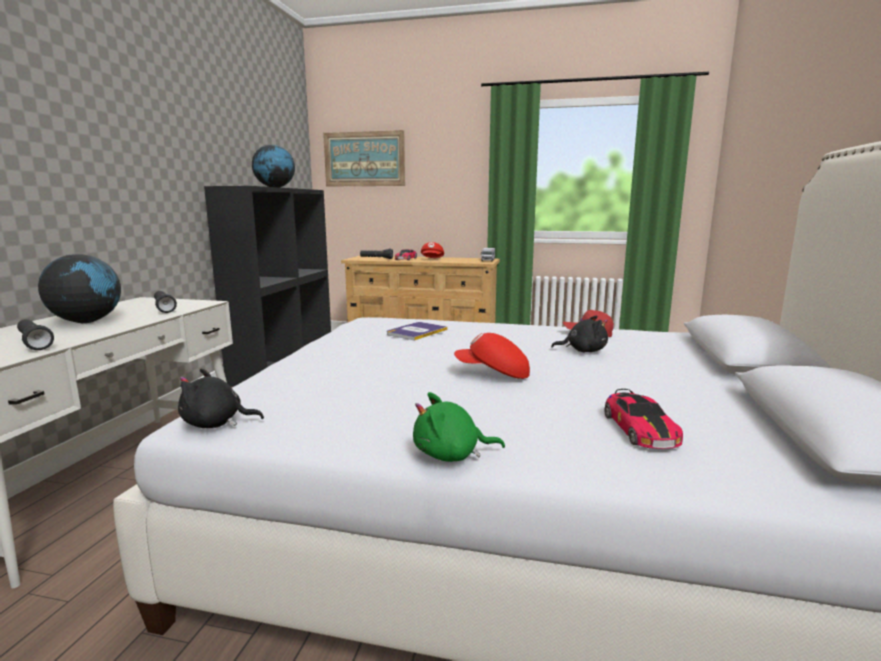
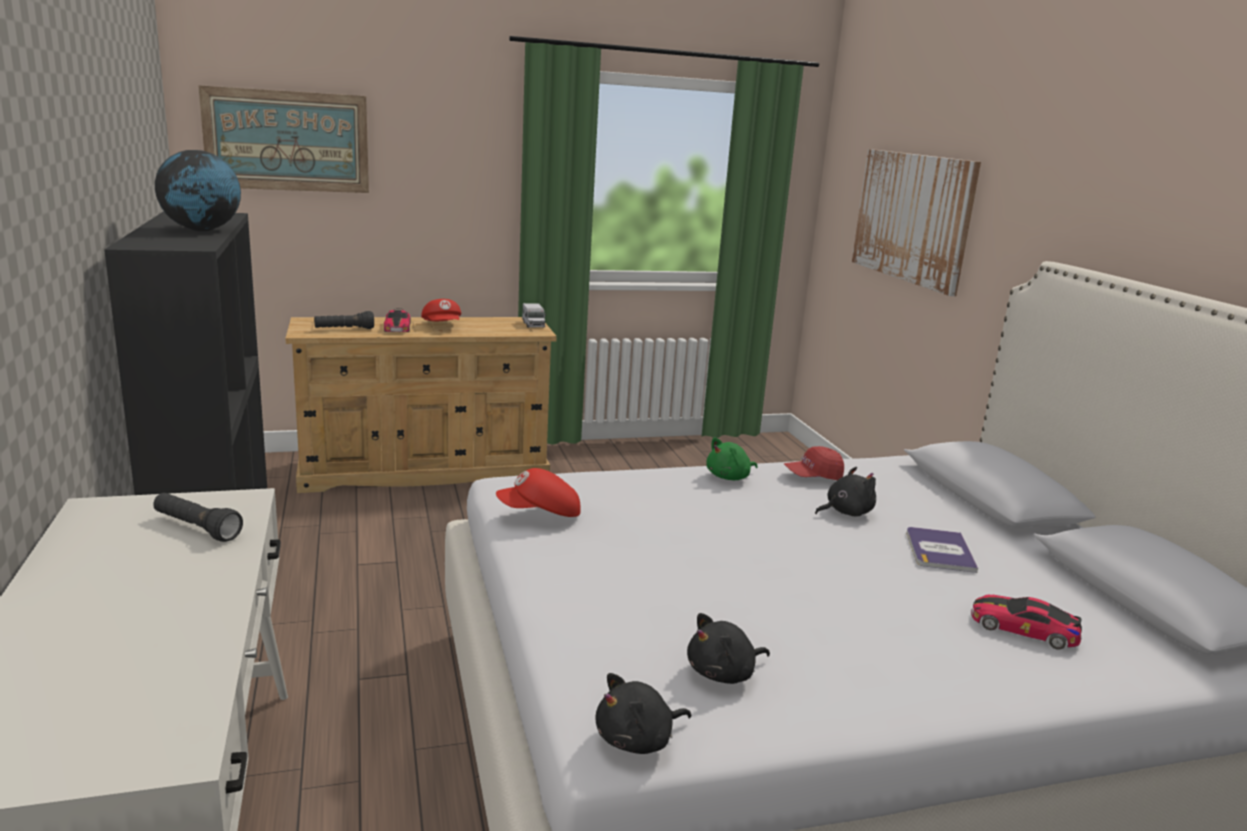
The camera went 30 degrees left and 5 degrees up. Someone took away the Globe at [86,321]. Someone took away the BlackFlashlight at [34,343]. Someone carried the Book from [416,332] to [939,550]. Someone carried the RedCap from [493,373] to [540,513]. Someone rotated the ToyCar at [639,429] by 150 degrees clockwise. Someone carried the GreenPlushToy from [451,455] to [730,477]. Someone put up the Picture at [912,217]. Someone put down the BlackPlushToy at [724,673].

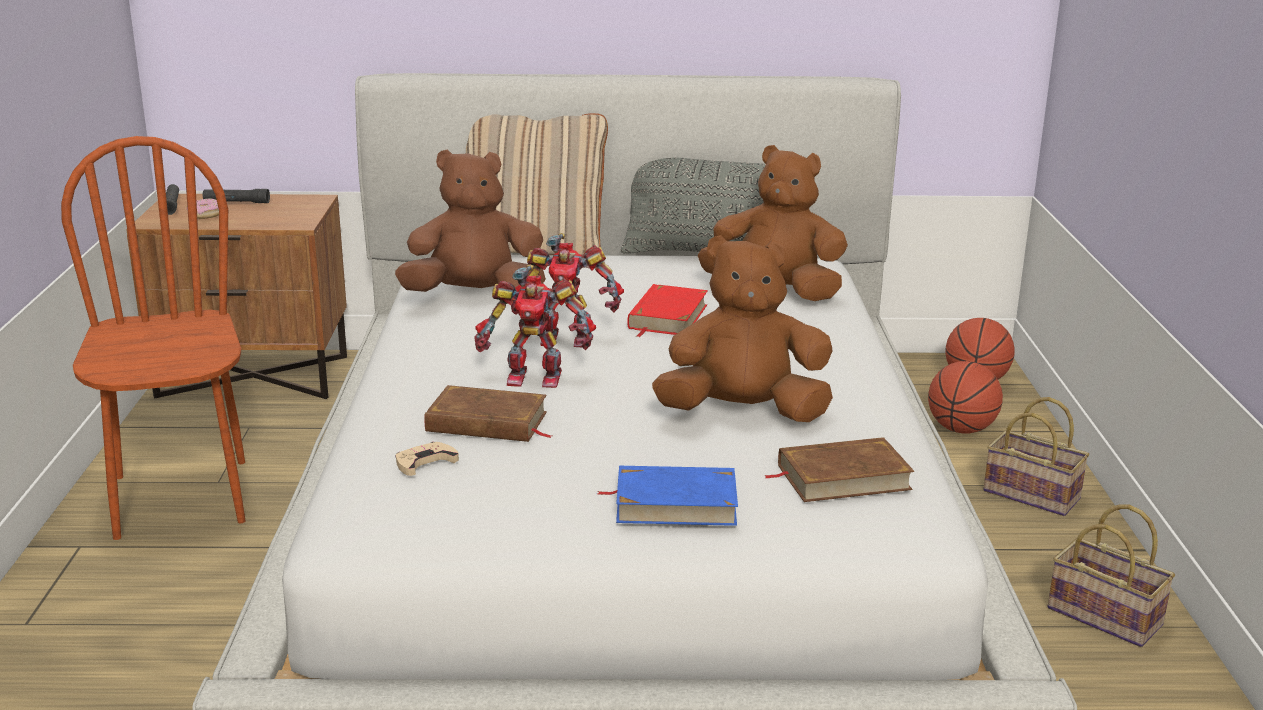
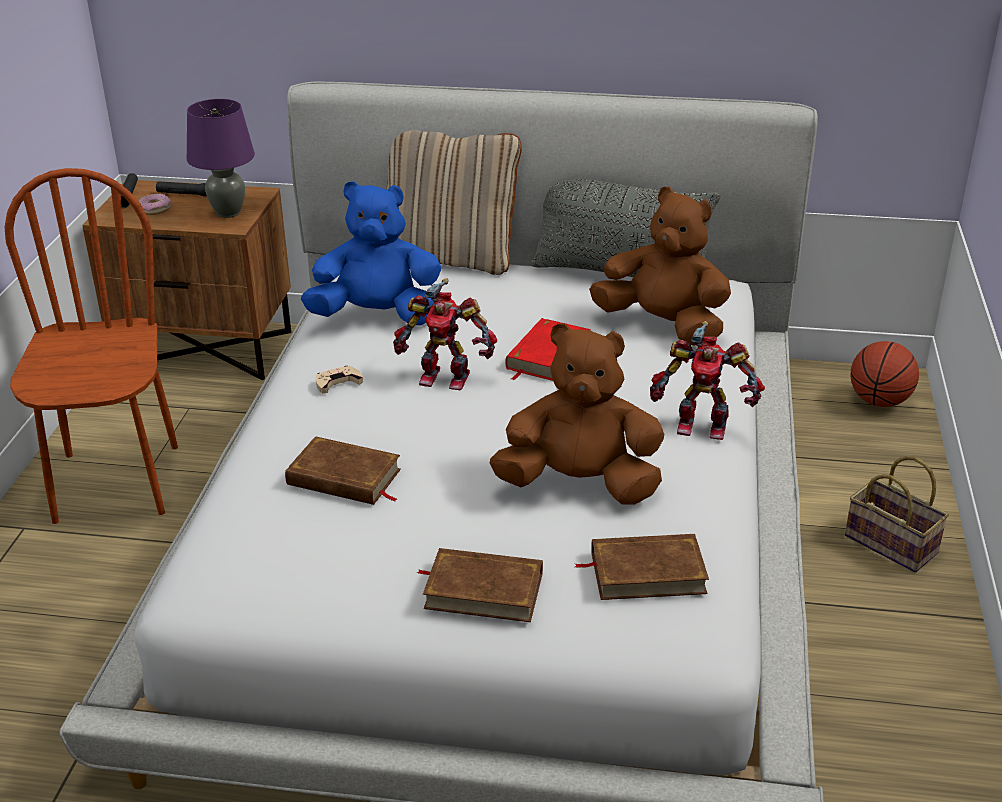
The camera went 10 degrees right and 10 degrees up. Someone repainted the BrownPlushToy at [474,296], which became the BluePlushToy at [378,316]. Someone carried the ToyRobot from [534,377] to [702,424]. Someone took away the Basketball at [961,429]. Someone carried the BeigeGameController from [425,463] to [338,382]. Someone repainted the BlueBook at [675,503], which became the BrownBook at [483,590]. Someone took away the Basket at [1108,617]. Someone put down the PurpleTableLamp at [228,212].

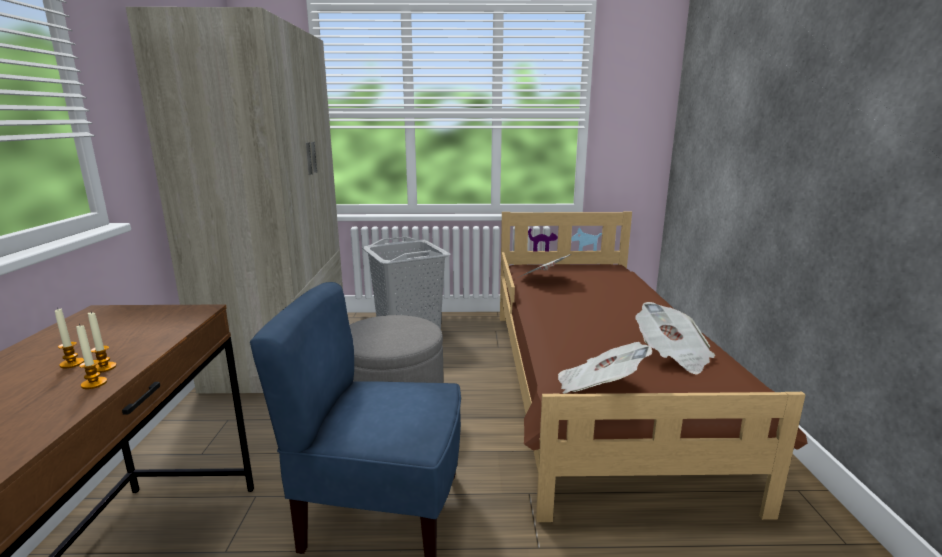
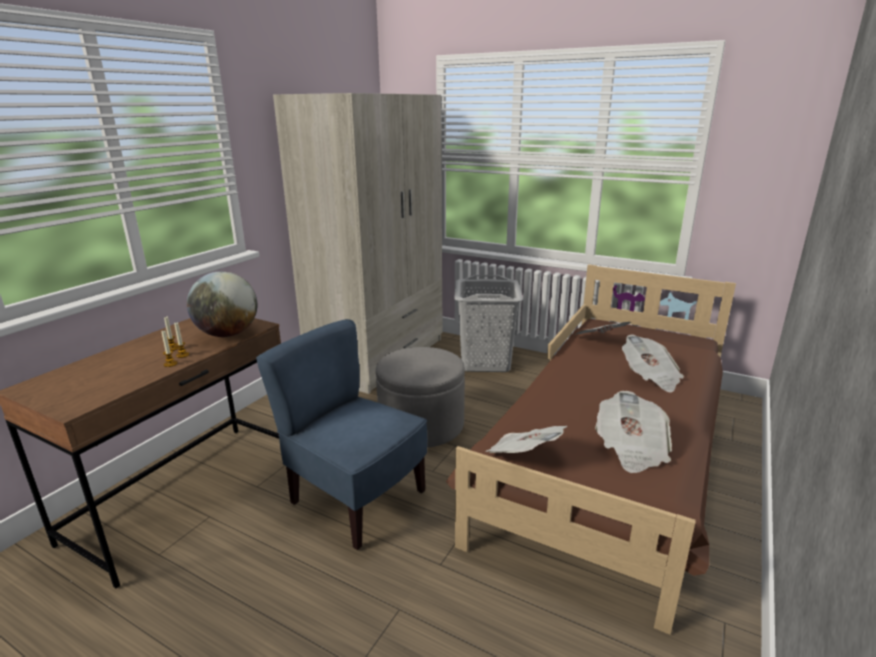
The camera went 30 degrees right and 5 degrees up. Someone put down the Globe at [228,334]. Someone put down the Newspaper at [650,378].

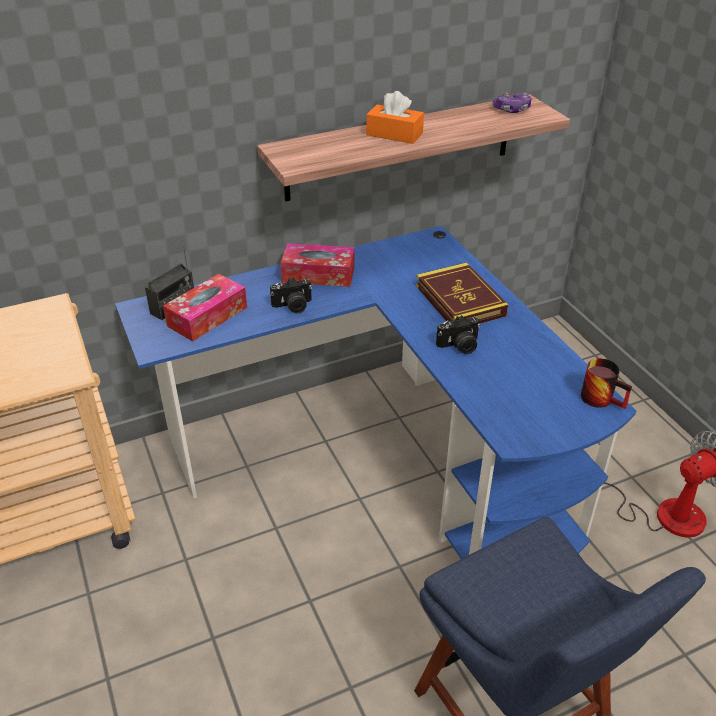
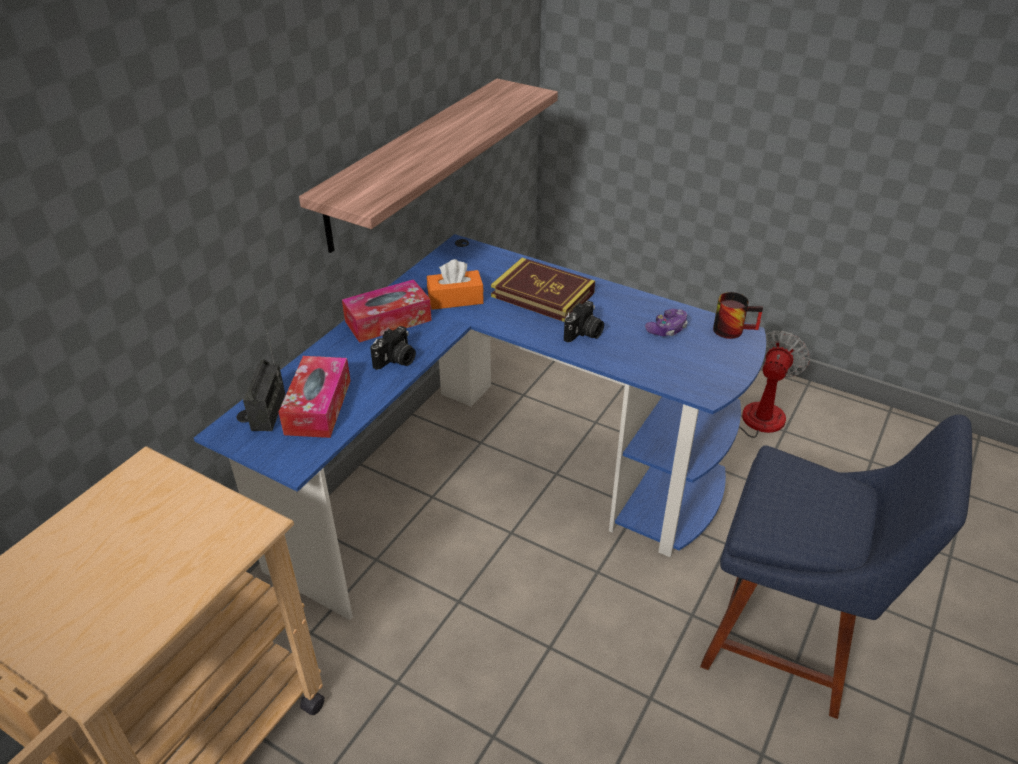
The camera went 35 degrees left and 0 degrees up. Someone carried the OrangeTissueBox from [394,134] to [455,299]. Someone carried the GameController from [511,109] to [667,329].

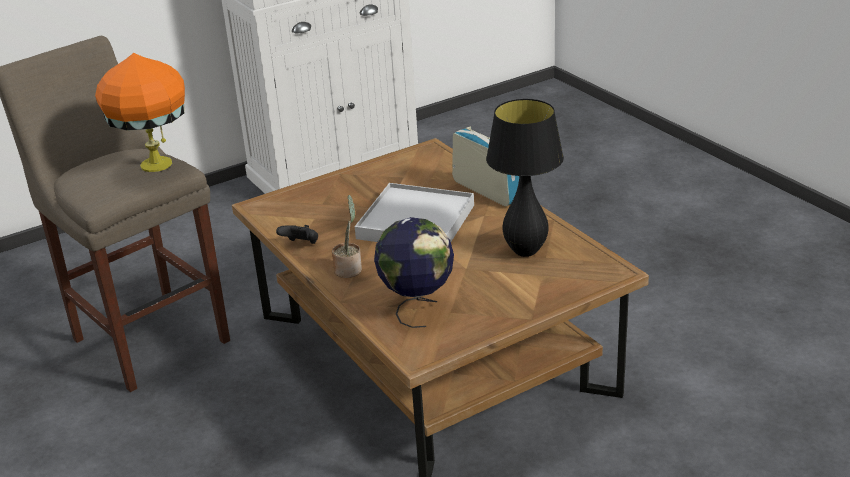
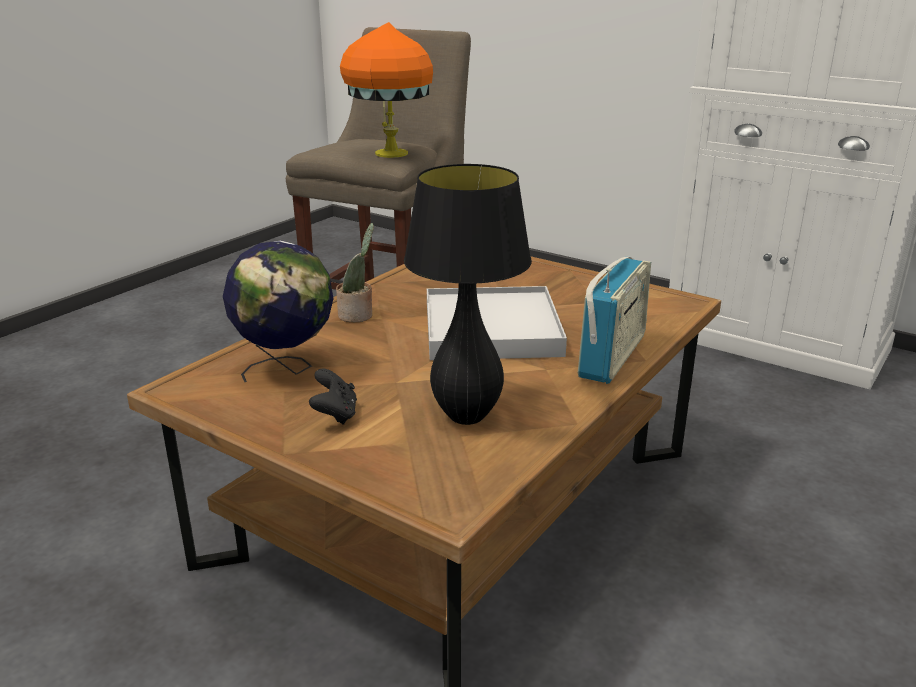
The camera went 65 degrees right and 5 degrees down. Someone carried the BlackGameController from [301,245] to [335,414].

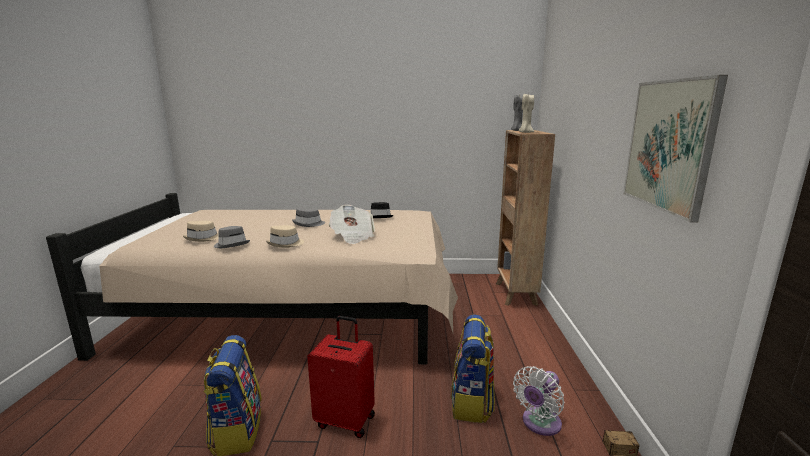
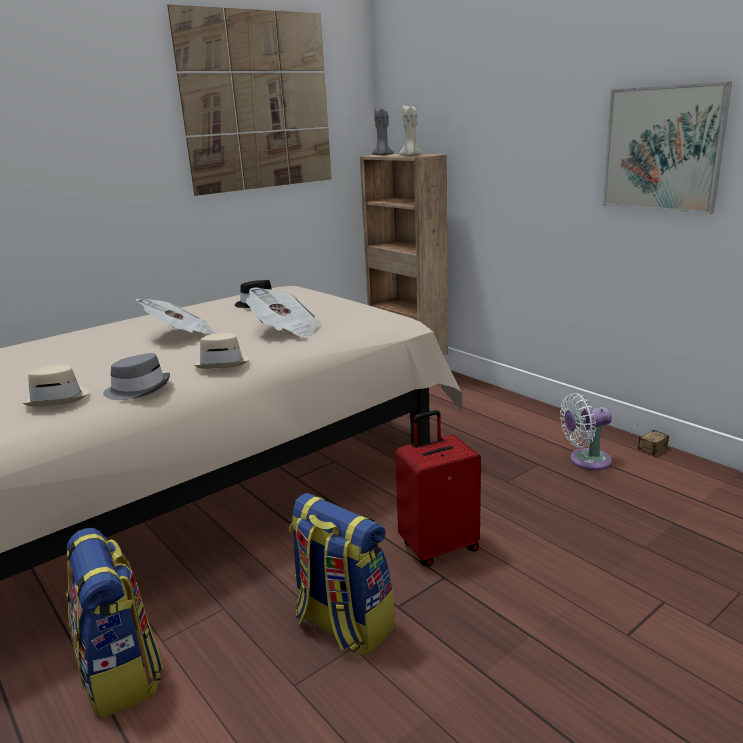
The camera went 40 degrees left and 5 degrees up. Someone swapped the GreyHat at [309,224] for the Newspaper at [181,336]. Someone carried the Backpack from [472,402] to [122,673]. Someone rotated the WhiteFan at [539,424] by 75 degrees clockwise. Someone put up the Picture at [257,102].

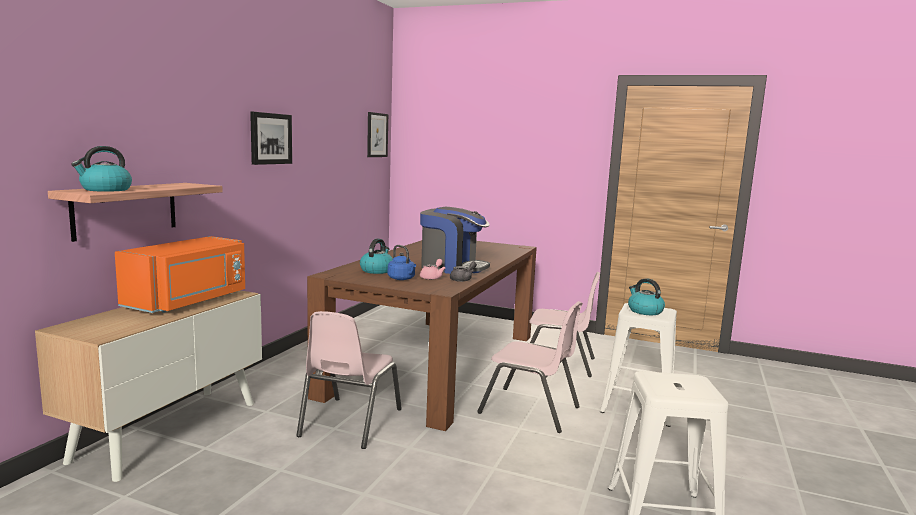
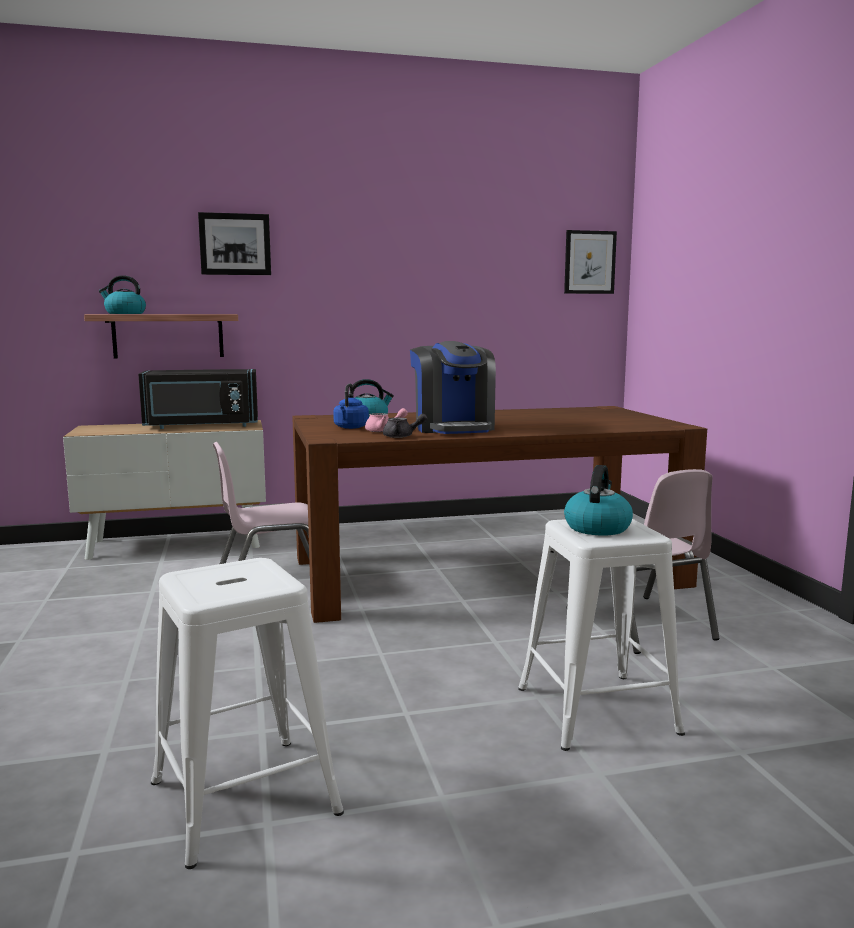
The camera went 55 degrees right and 0 degrees up. Someone carried the Picture from [270,138] to [235,244]. Someone repainted the OrangeMicrowave at [189,301], which became the BlackMicrowave at [202,426]. Someone took away the PinkChair at [530,410].

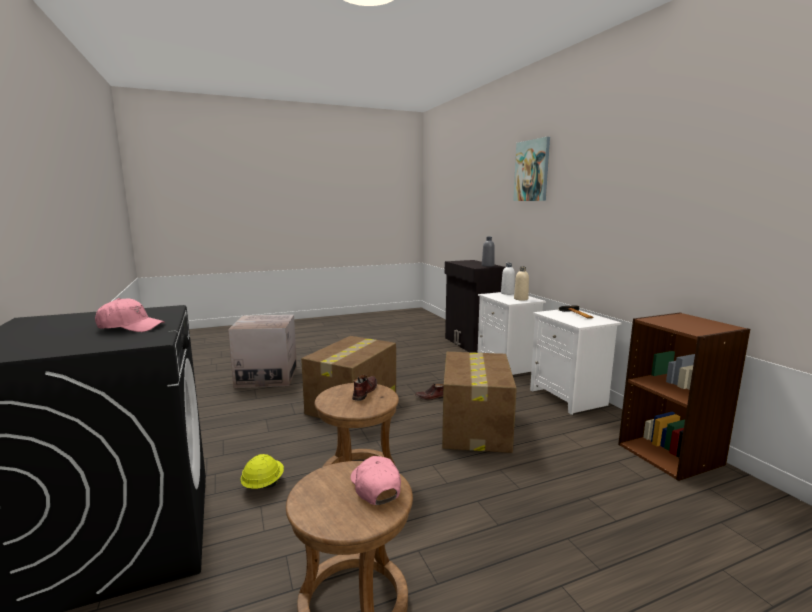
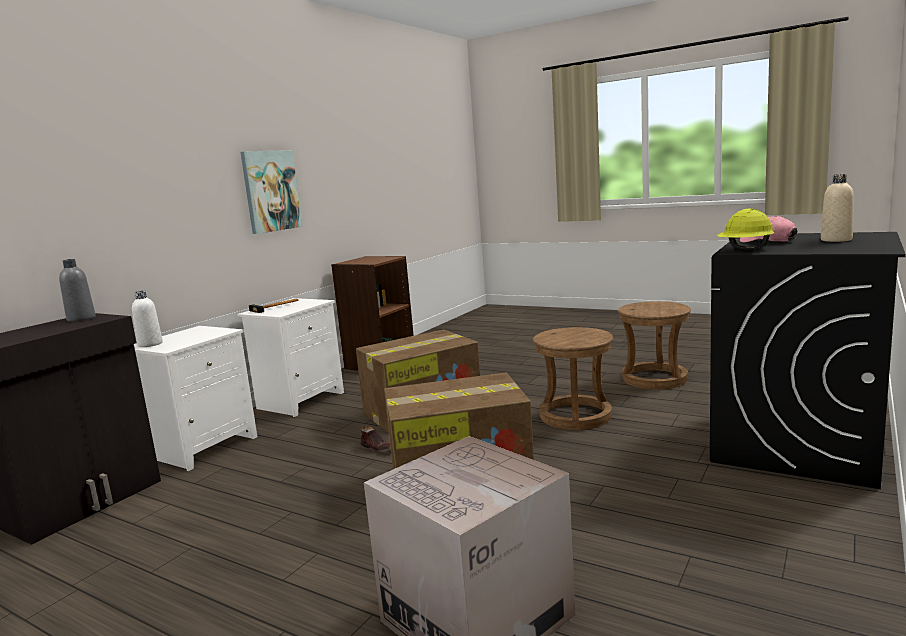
The camera went 125 degrees left and 0 degrees up. Someone carried the Picture from [532,170] to [271,191]. Someone carried the BeigeBottle from [521,299] to [836,240]. Someone took away the BrownShoe at [364,392]. Someone carried the YellowHardHat from [263,485] to [745,249]. Someone took away the PinkCap at [375,487].

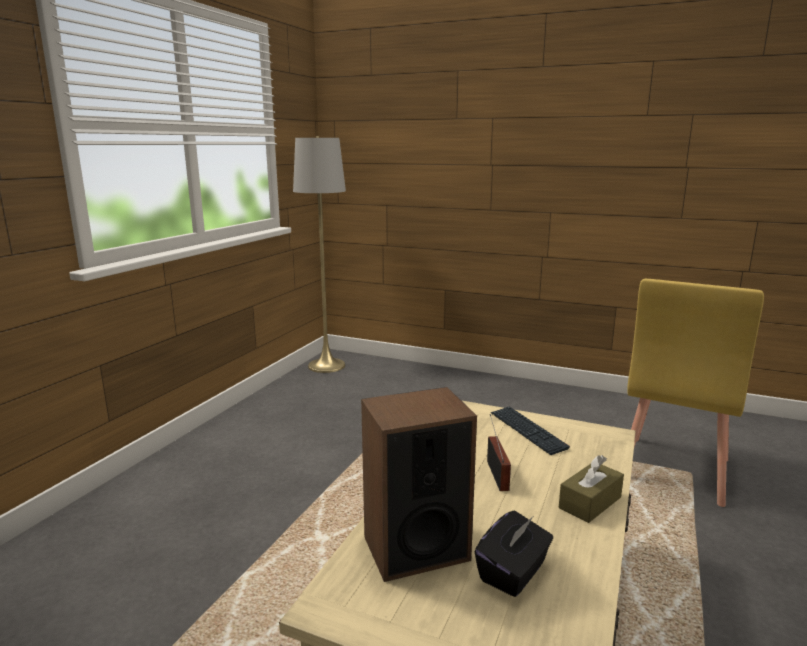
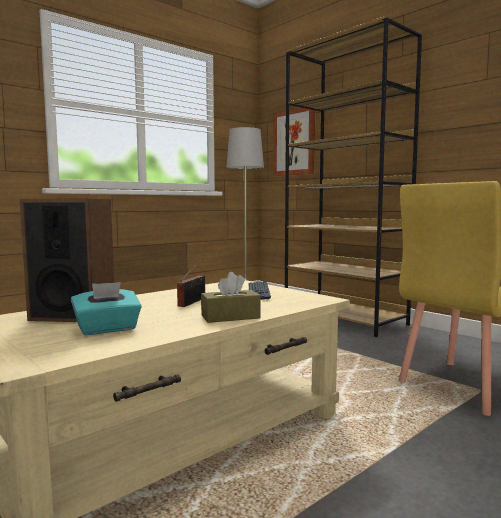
The camera went 25 degrees right and 10 degrees down. Someone repainted the BlackTissueBox at [513,572], which became the TurquoiseTissueBox at [107,329]. Someone put down the BrownBookcase at [345,319]. Someone put up the Picture at [294,142].

